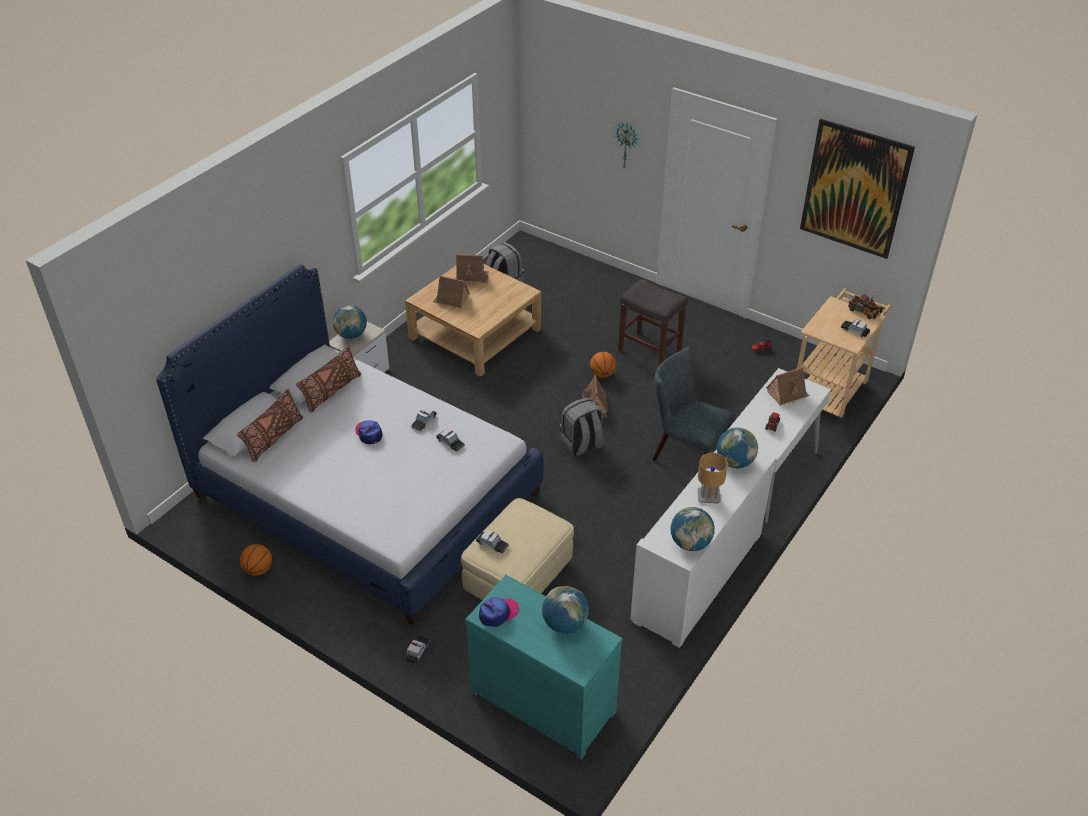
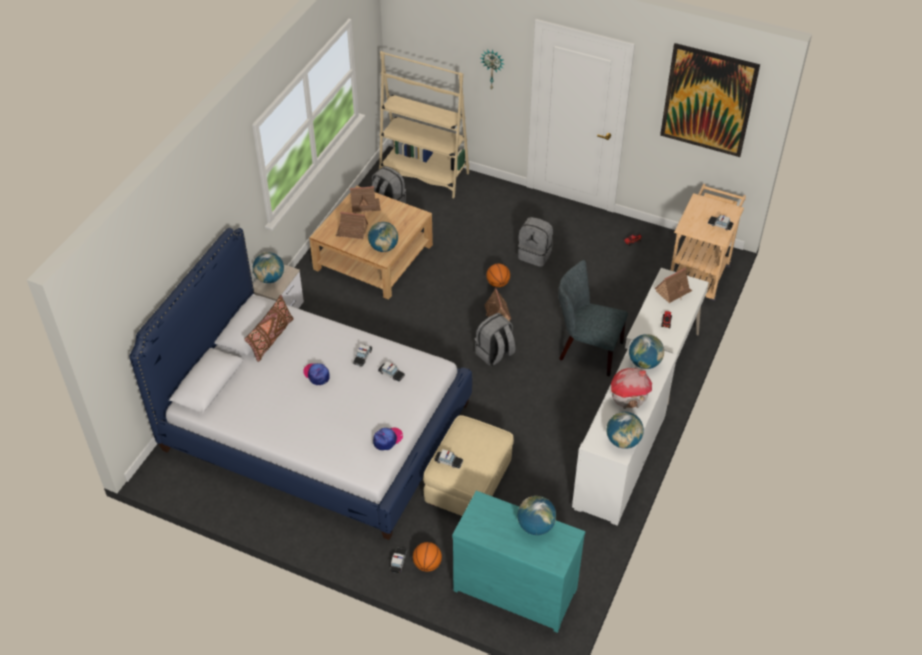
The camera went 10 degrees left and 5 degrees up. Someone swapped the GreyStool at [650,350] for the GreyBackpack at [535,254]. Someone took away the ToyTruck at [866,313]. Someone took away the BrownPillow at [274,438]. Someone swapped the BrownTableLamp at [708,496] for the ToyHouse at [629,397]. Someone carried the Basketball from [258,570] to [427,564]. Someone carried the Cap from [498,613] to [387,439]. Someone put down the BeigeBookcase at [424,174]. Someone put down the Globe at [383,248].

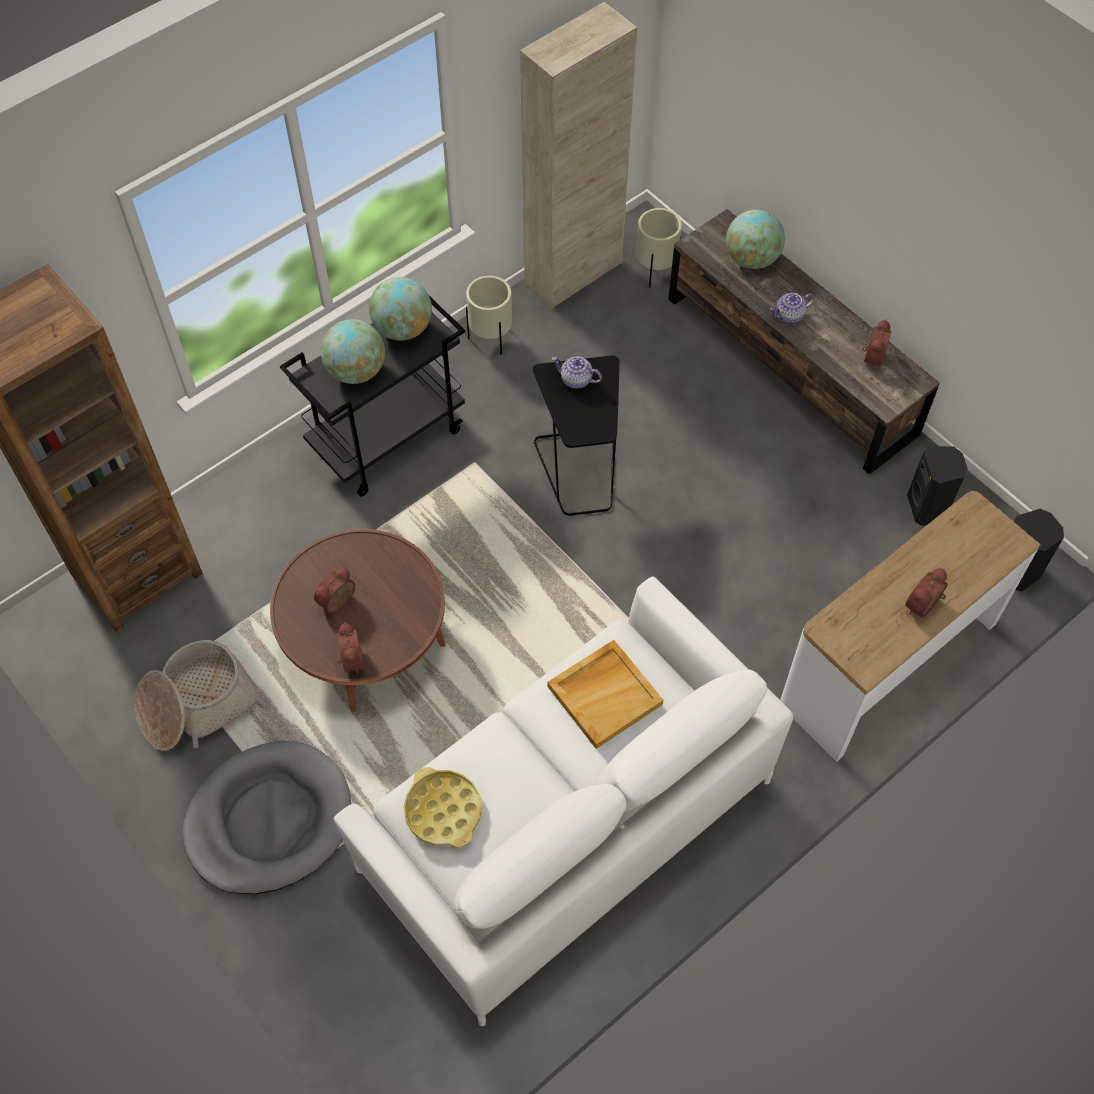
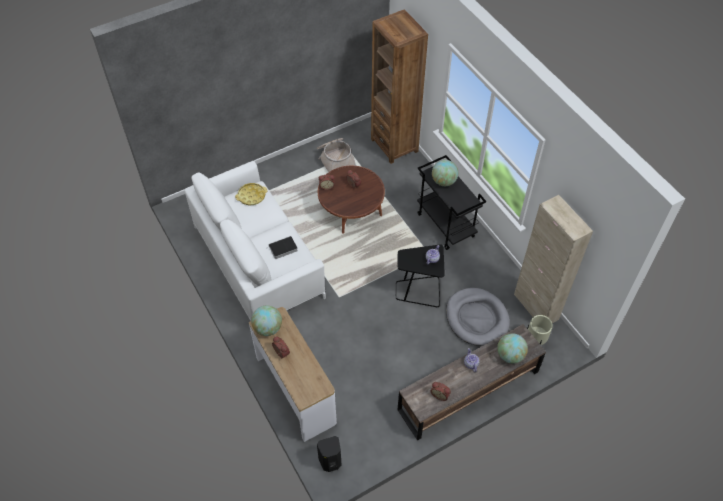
The camera went 100 degrees right and 5 degrees down. Someone took away the BeigePlanter at [491,339]. Someone carried the Globe from [403,328] to [268,328]. Someone took away the BlackSpeaker at [928,507]. Someone swapped the BeigeTray at [605,694] for the Book at [282,249]. Someone carried the GreyDogBed from [269,820] to [476,318].

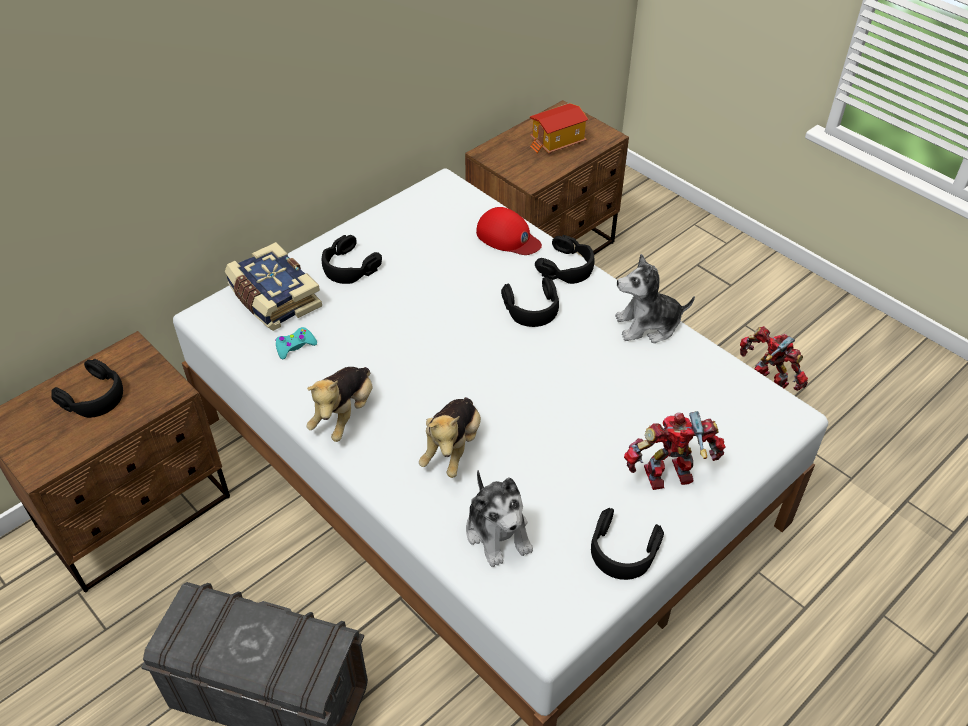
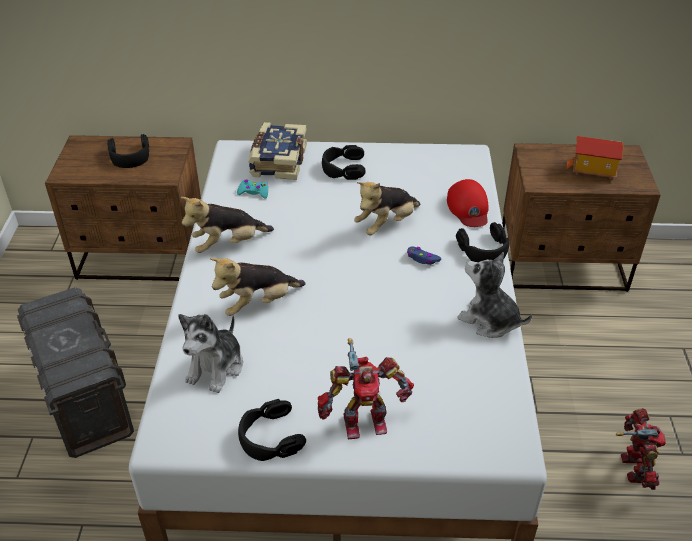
The camera went 45 degrees right and 5 degrees down. Someone swapped the BlackHeadphones at [532,308] for the BlueGameController at [422,259]. Someone rotated the ToyRobot at [669,478] by 135 degrees clockwise. Someone put down the PlushToy at [386,224].

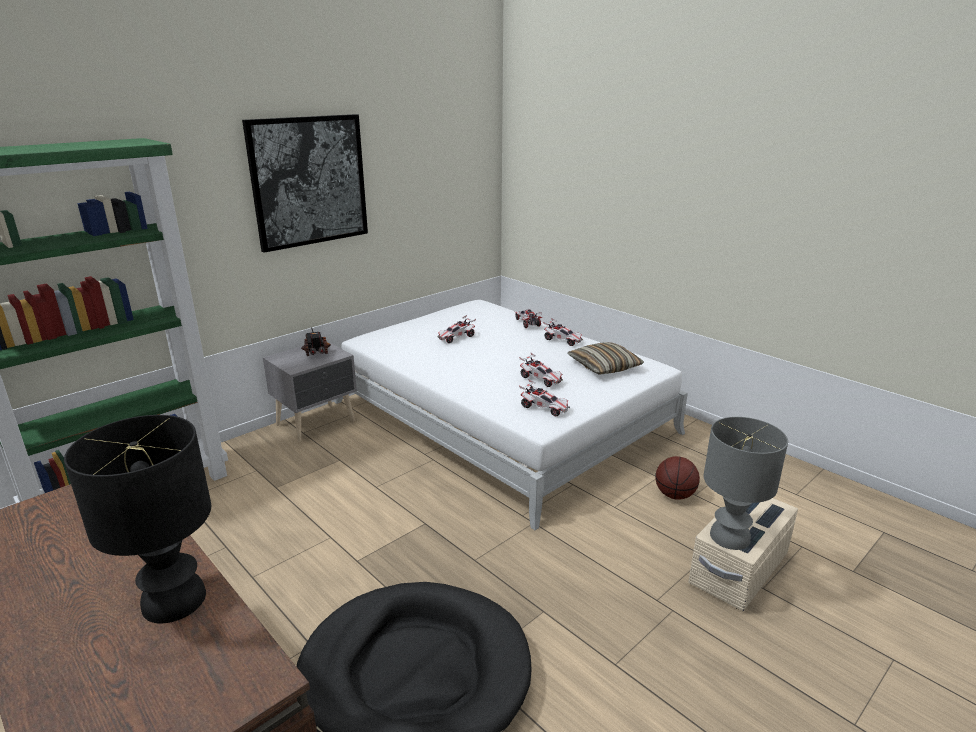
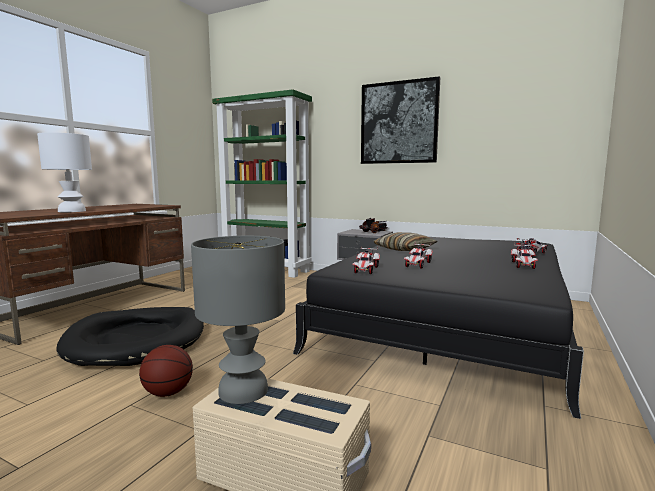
The camera went 70 degrees right and 15 degrees down. Someone repainted the WhiteBed at [502,417], which became the BlackBed at [449,321]. Someone took away the ToyCar at [456,338]. Someone carried the Pillow from [604,366] to [404,249]. Someone repainted the BlackTableLamp at [173,602], which became the WhiteTableLamp at [71,211]. Someone carried the Basketball from [674,495] to [168,393].

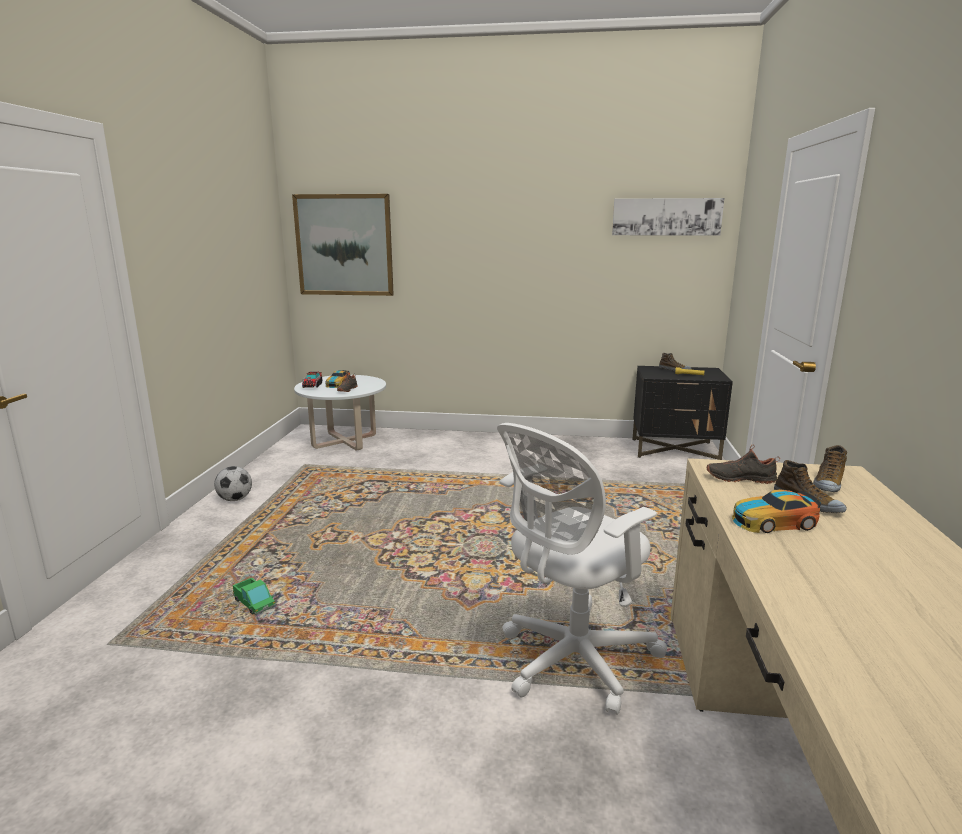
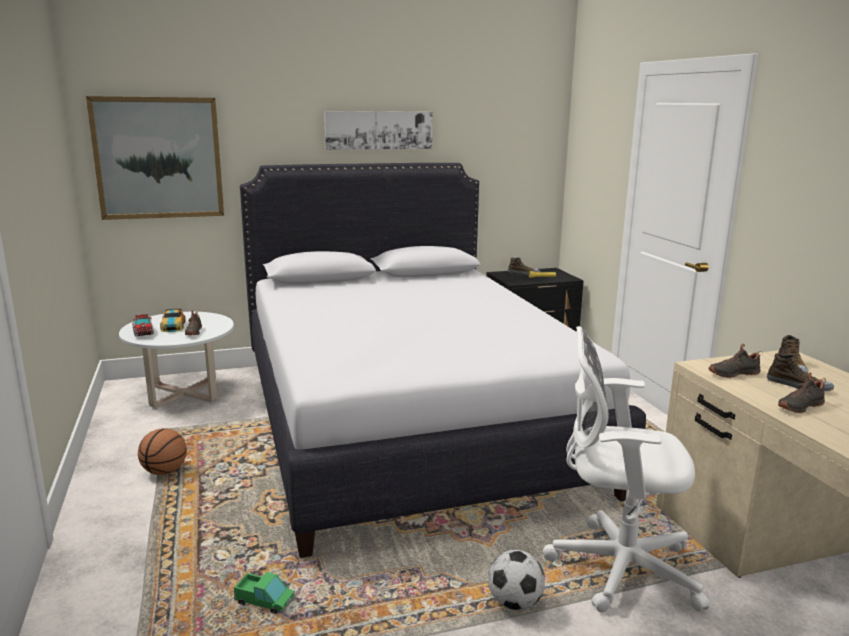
The camera went 25 degrees left and 0 degrees up. Someone carried the Picture from [666,217] to [379,130]. Someone rotated the WhiteOfficeChair at [571,661] by 75 degrees clockwise. Someone carried the Football from [235,499] to [514,603]. Someone swapped the ToyCar at [773,522] for the BlackShoe at [799,406]. Someone put down the WhiteBed at [407,421]. Someone put down the Basketball at [164,472].

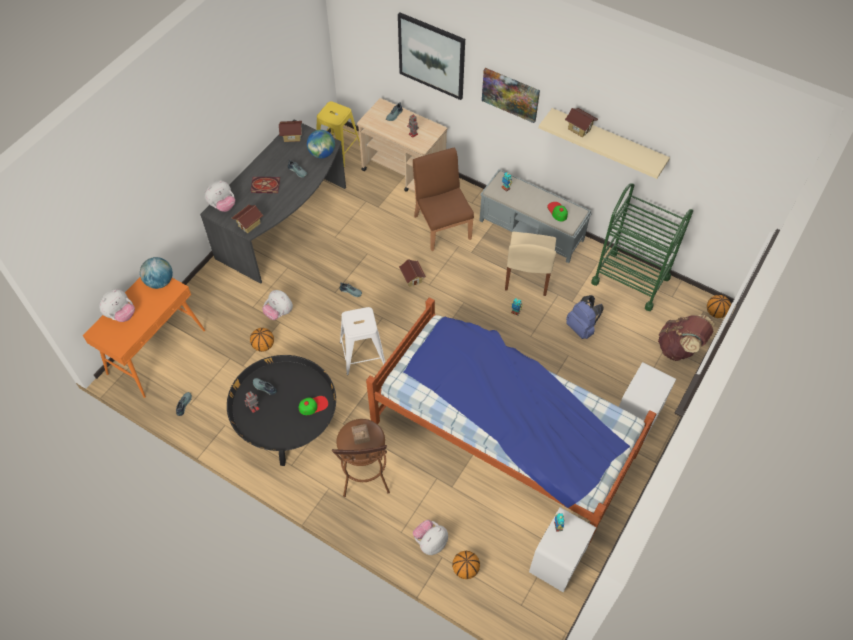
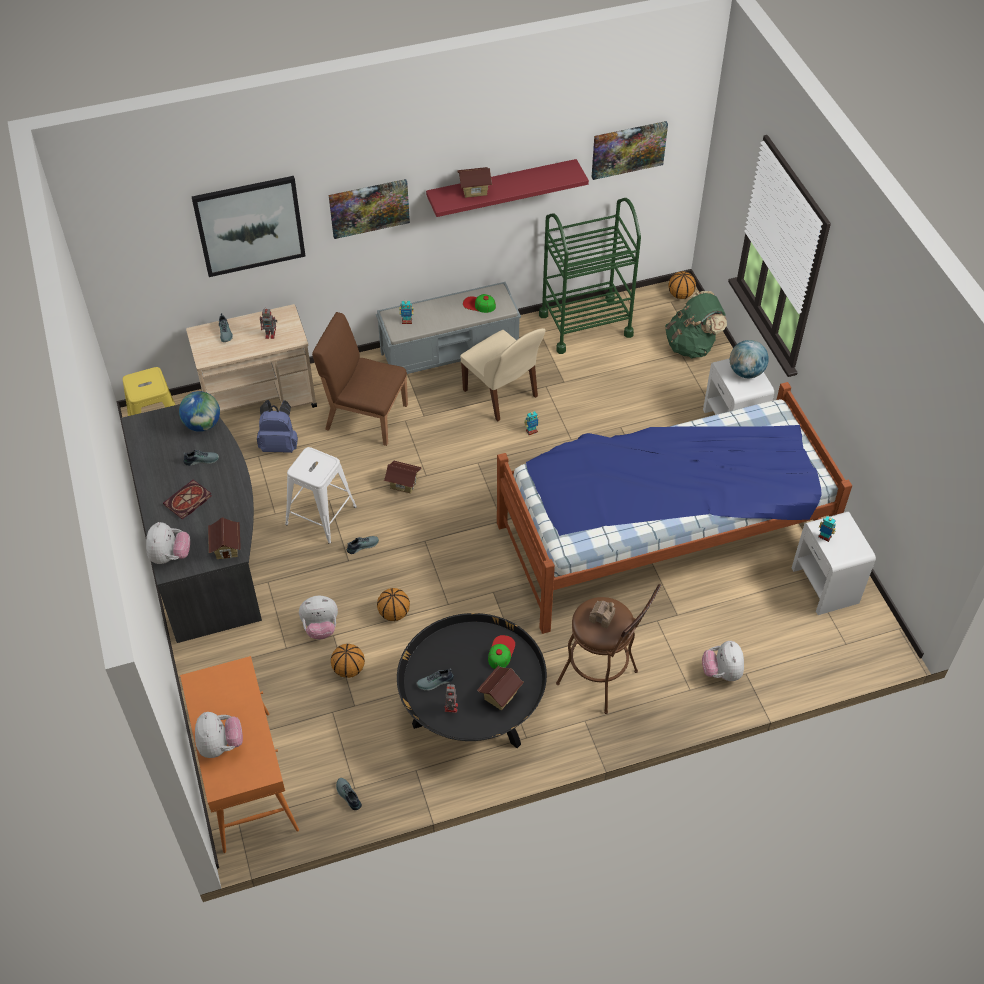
The camera went 50 degrees left and 5 degrees down. Someone repainted the BeigeShelf at [607,140], which became the RedShelf at [501,186]. Someone carried the ToyHouse from [292,136] to [500,695]. Someone carried the Globe from [160,282] to [746,372]. Someone carried the BlueBackpack from [582,328] to [280,445]. Someone carried the WhiteStool from [363,354] to [321,515]. Someone repainted the BrownBackpack at [679,348], which became the GreenBackpack at [692,345]. Someone carried the Basketball from [465,568] to [394,613]. Someone put up the Picture at [628,149].

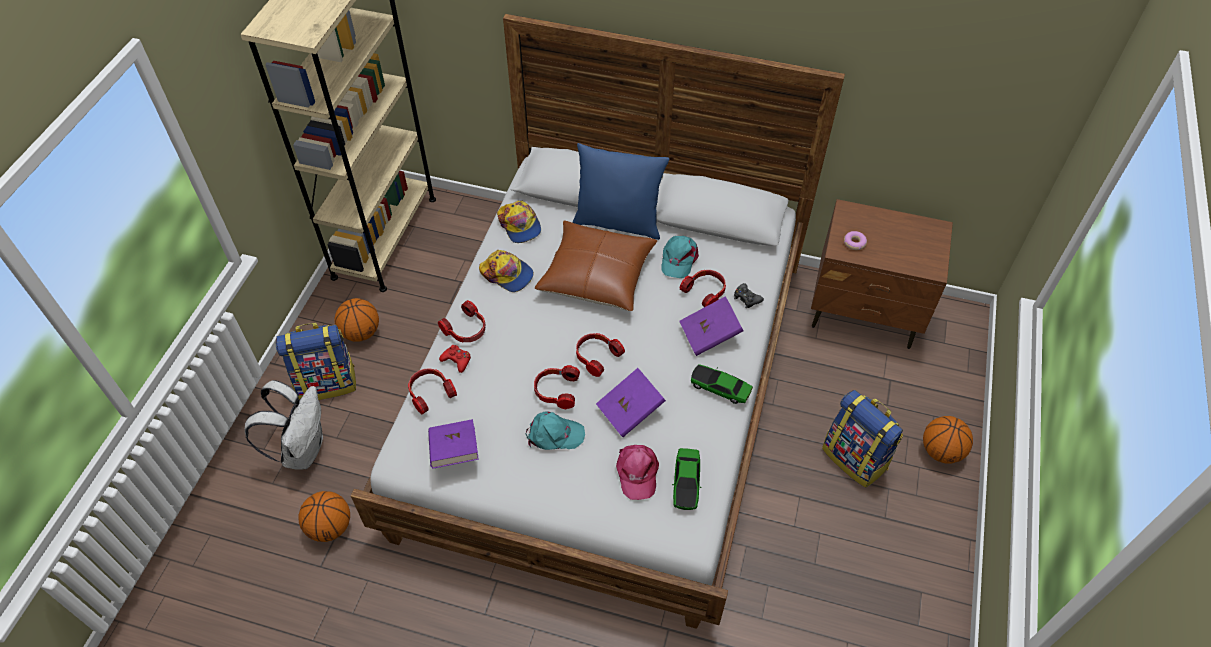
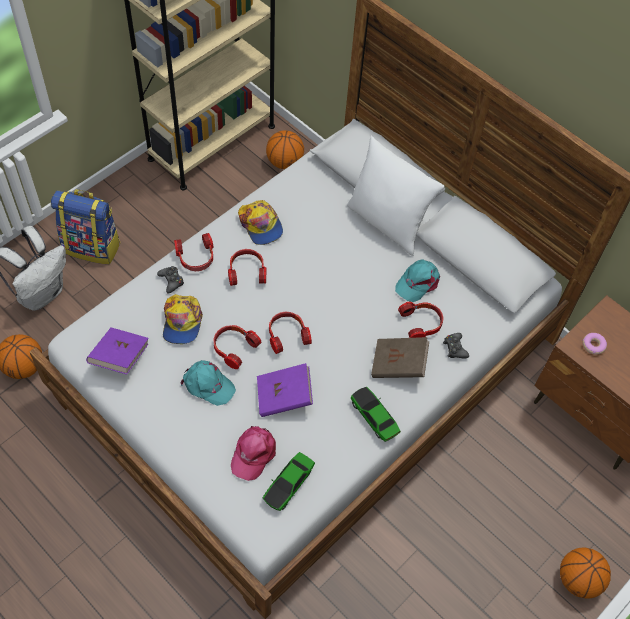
The camera went 25 degrees right and 5 degrees up. Someone repainted the BluePillow at [618,222], which became the WhitePillow at [387,223]. Someone carried the Cap from [520,225] to [182,322]. Someone took away the BrownPillow at [597,275]. Someone repainted the PurpleBook at [710,335], which became the BrownBook at [398,365]. Someone carried the Basketball from [361,332] to [285,162]. Someone repainted the RedGameController at [457,360], which became the BlackGameController at [171,281]. Someone carried the Headphones from [430,393] to [247,271]. Someone took away the Backpack at [855,458].

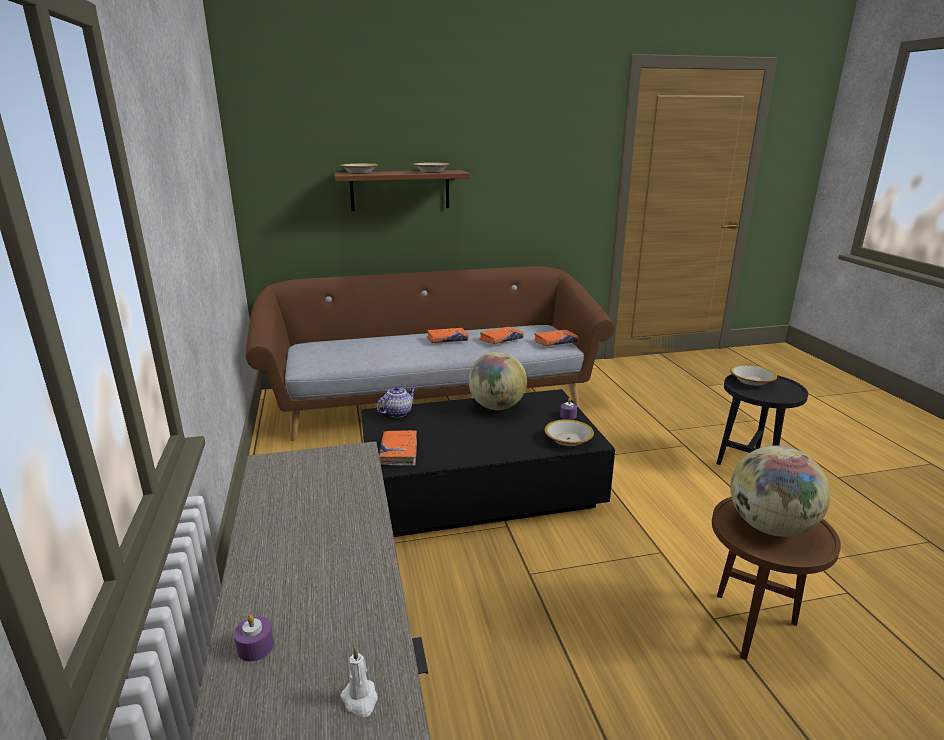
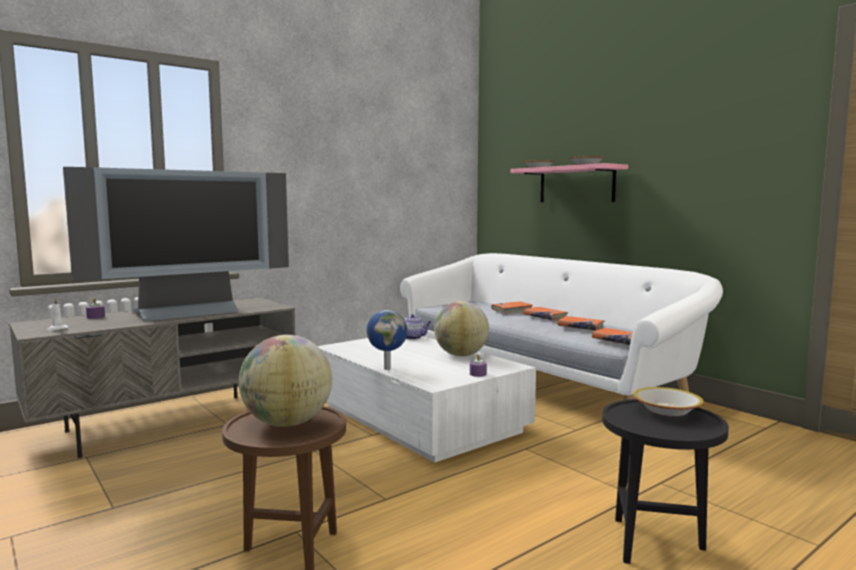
The camera went 65 degrees right and 15 degrees down. Someone repainted the BrownShelf at [400,190], which became the PinkShelf at [576,184]. Someone repainted the BrownSofa at [432,400], which became the WhiteSofa at [540,380]. Someone repainted the BlackCoffeeTable at [480,488], which became the WhiteCoffeeTable at [418,418]. Someone took away the Bowl at [568,439]. Someone carried the OrangeBook from [398,453] to [512,311]. Someone put down the Television at [187,312]. Someone put down the Globe at [387,368].

